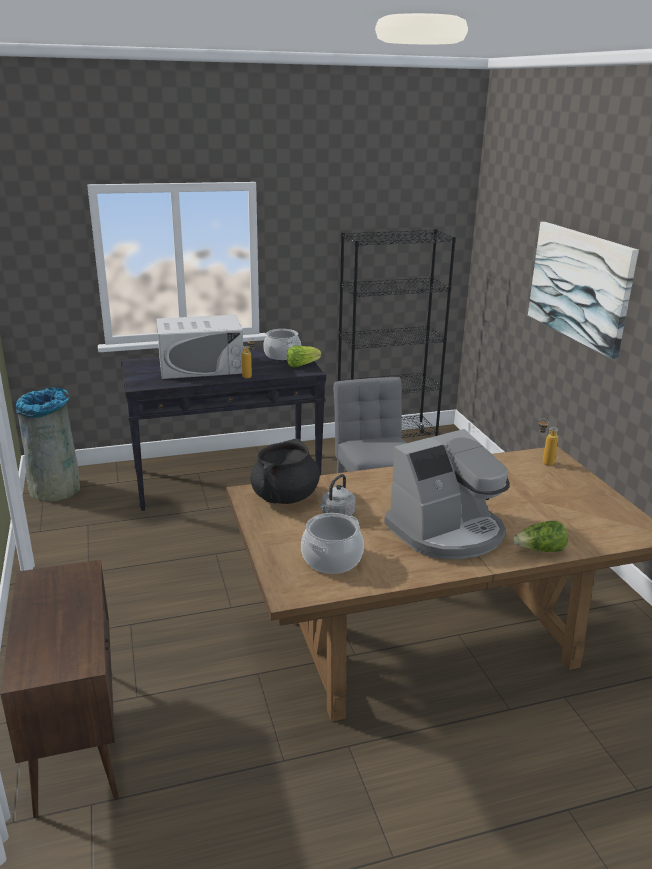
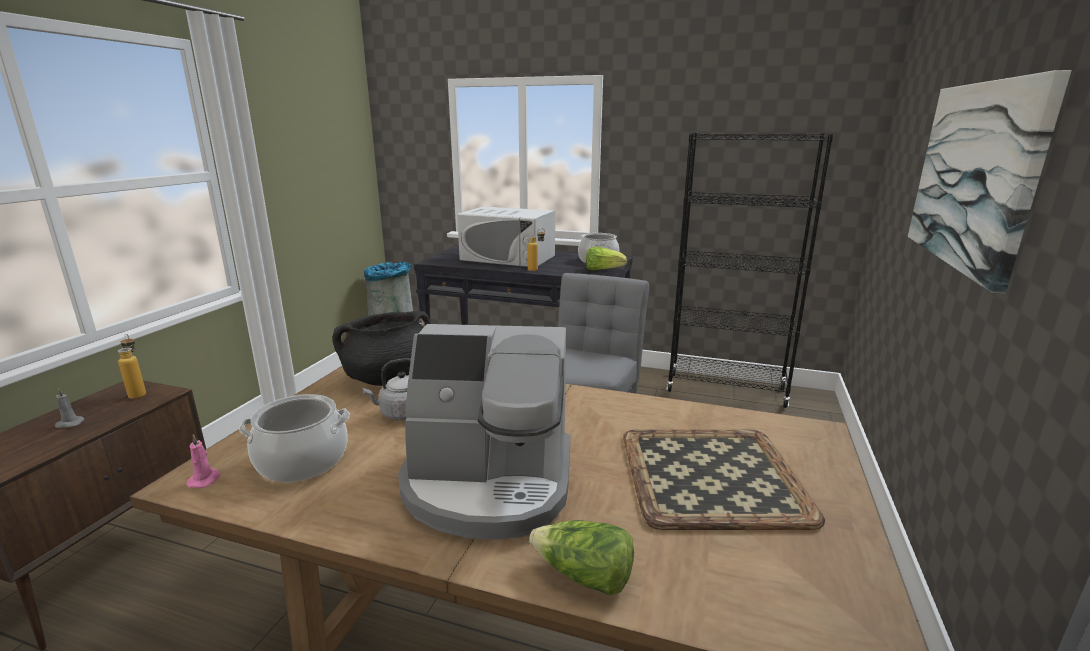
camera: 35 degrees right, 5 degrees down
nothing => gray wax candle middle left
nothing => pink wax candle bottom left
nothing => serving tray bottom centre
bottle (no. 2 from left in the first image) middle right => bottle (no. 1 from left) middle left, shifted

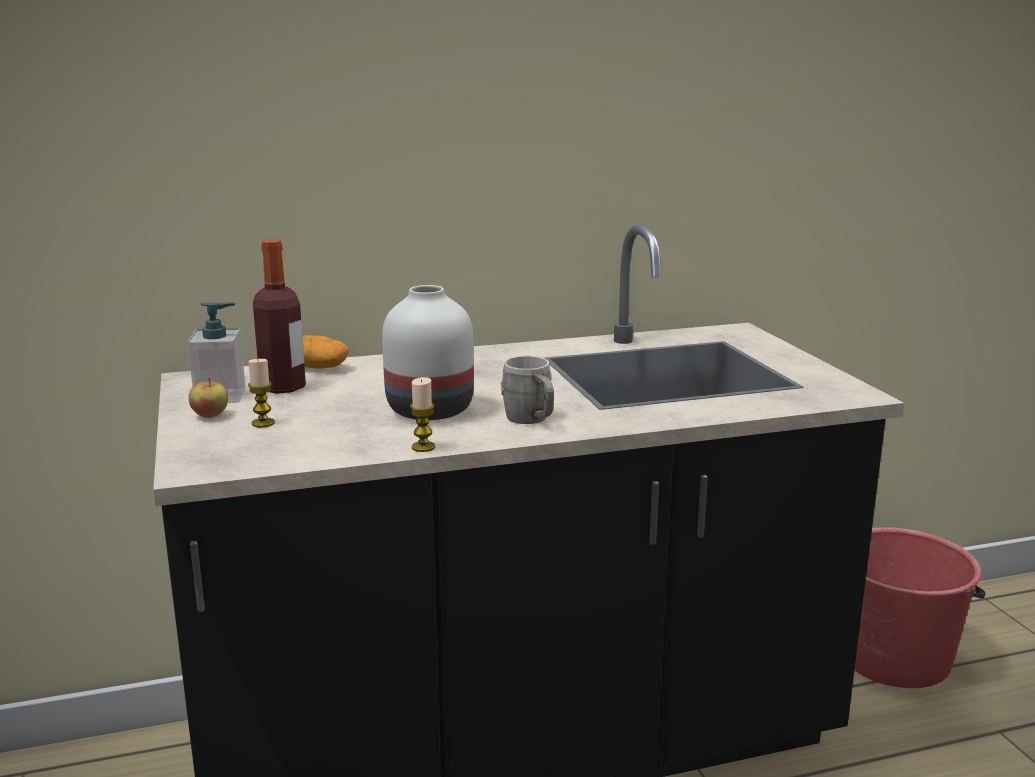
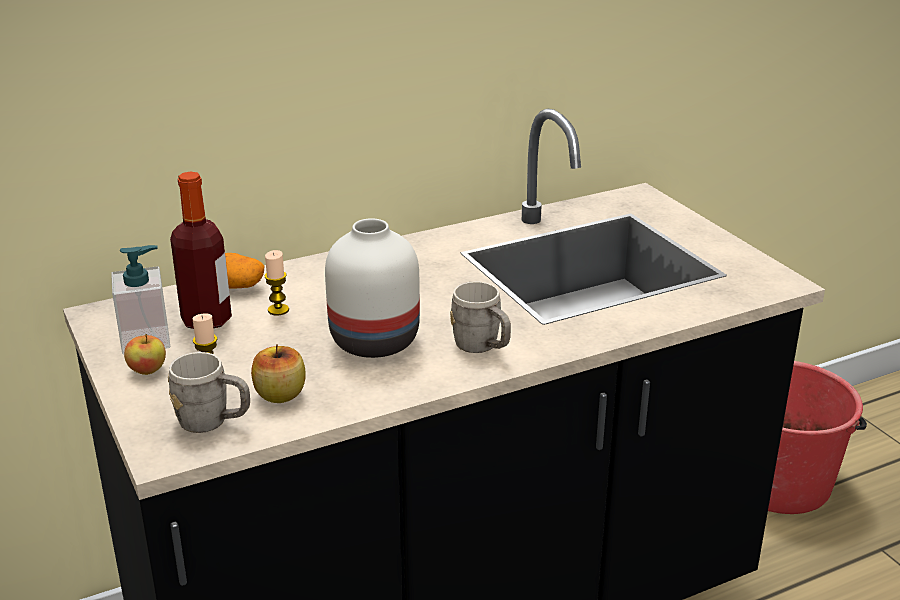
camera: 10 degrees left, 10 degrees up
nothing => gray mug (no. 1 from left) middle left
nothing => apple (no. 2 from left) middle left
wax candle (no. 2 from left) centre => wax candle (no. 2 from left) middle left, shifted

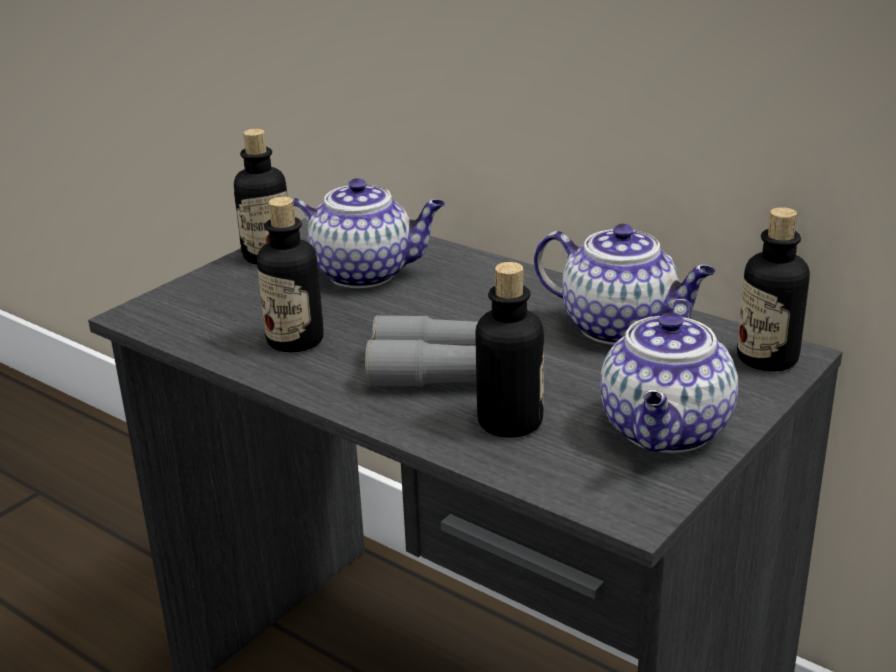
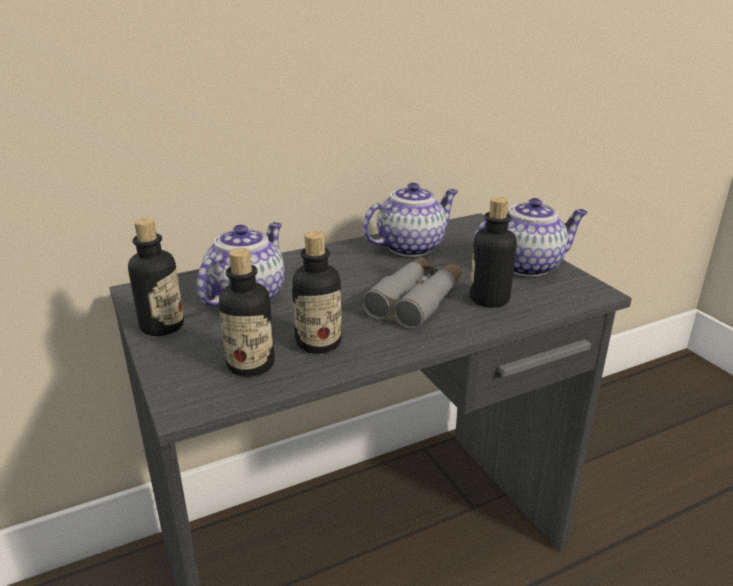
camera: 65 degrees left, 0 degrees up
bottle (no. 4 from left in the first image) middle right => bottle (no. 2 from left) centre, shifted
tea pot (no. 3 from left) middle right, 60 degrees counterclockwise

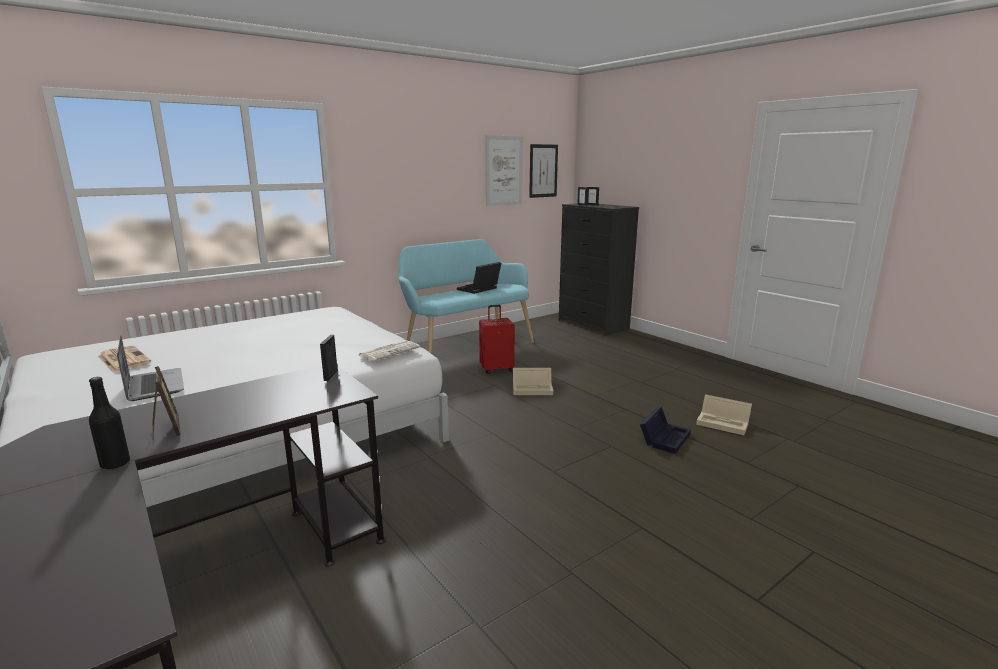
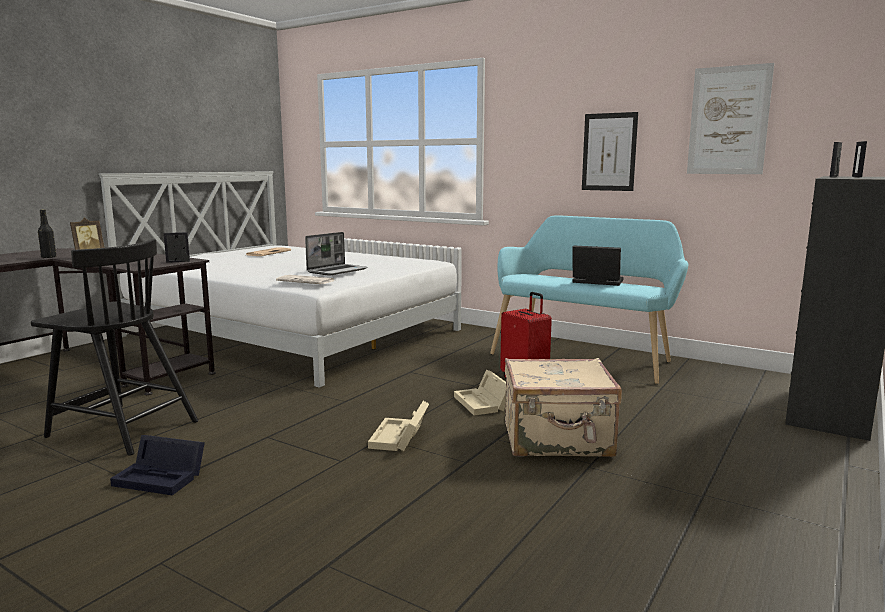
camera: 70 degrees right, 5 degrees down
nothing => black chair middle left
nothing => beige-coloured travel case centre
laptop (no. 1 from left) middle left => laptop (no. 1 from left) centre, shifted
picture (no. 2 from left in the first image) top centre => picture (no. 1 from left) top right, shifted
black storage bin centre => black storage bin bottom left, shifted
beige-coloured storage bin (no. 2 from left in the first image) middle right => beige-coloured storage bin (no. 1 from left) bottom centre, shifted

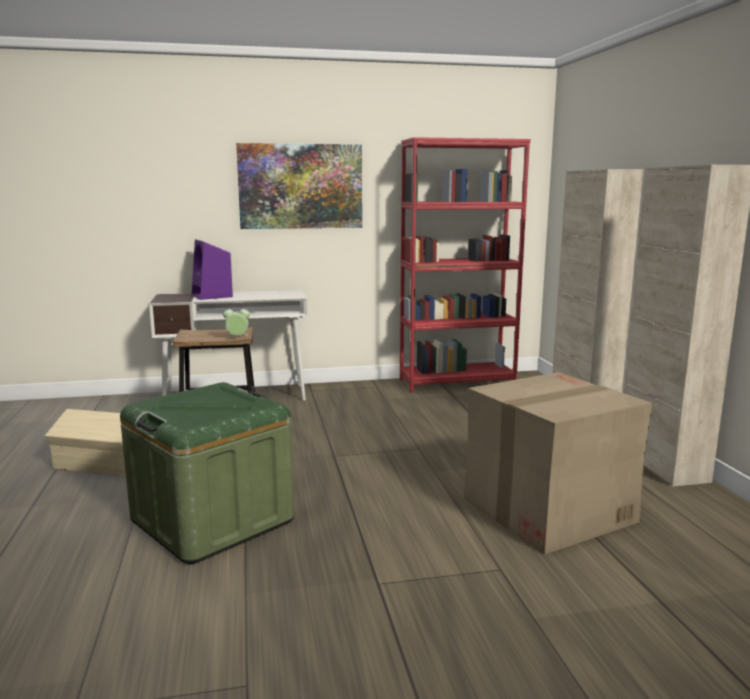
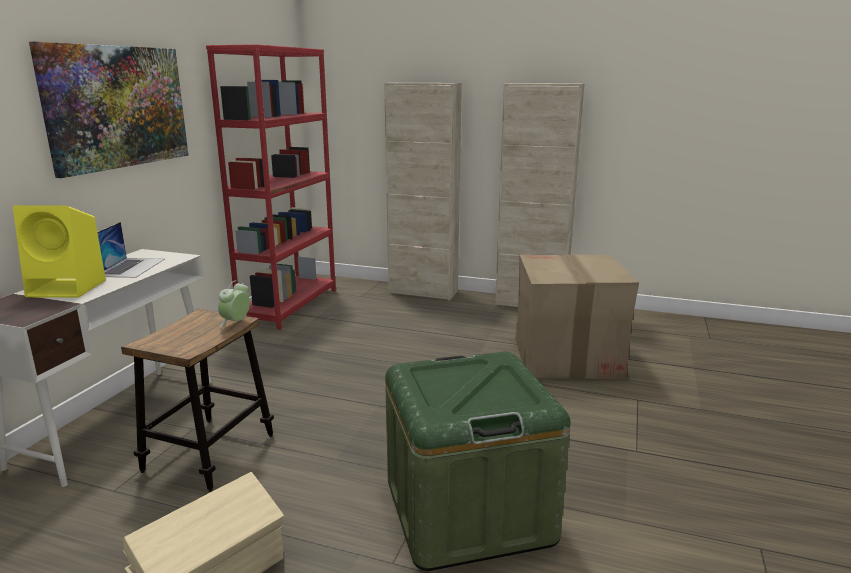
camera: 60 degrees left, 5 degrees up
nothing => laptop middle left
purplish speaker middle left => yellow-coloured speaker middle left

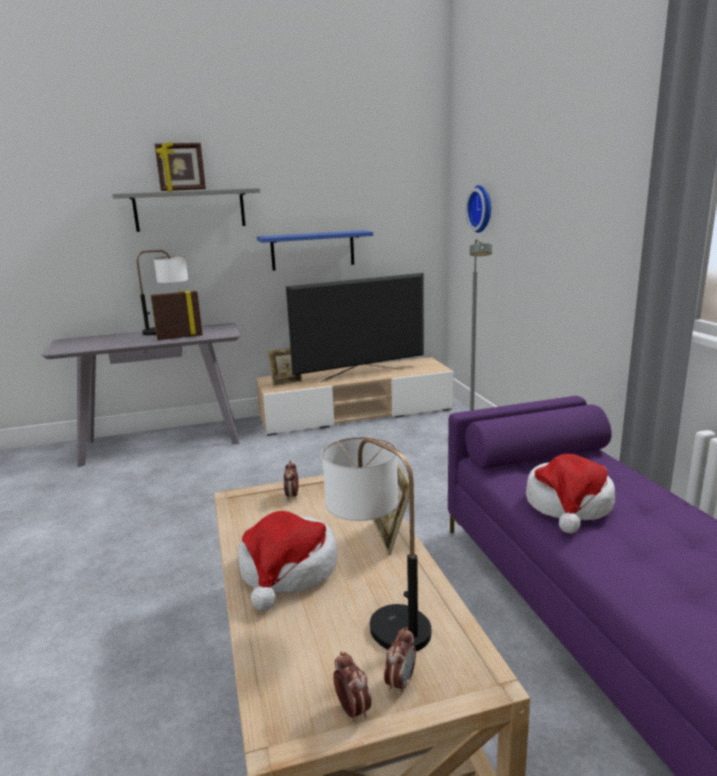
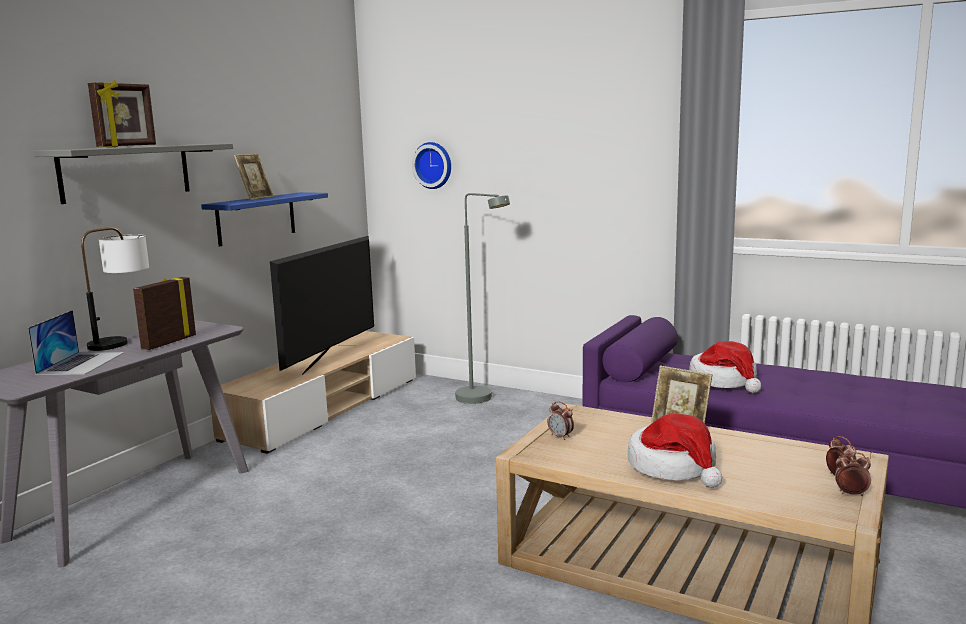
camera: 45 degrees left, 5 degrees down
table lamp (no. 2 from left) bottom centre => nothing
nothing => laptop middle left
photo frame (no. 3 from left) centre => photo frame (no. 3 from left) top left, shifted

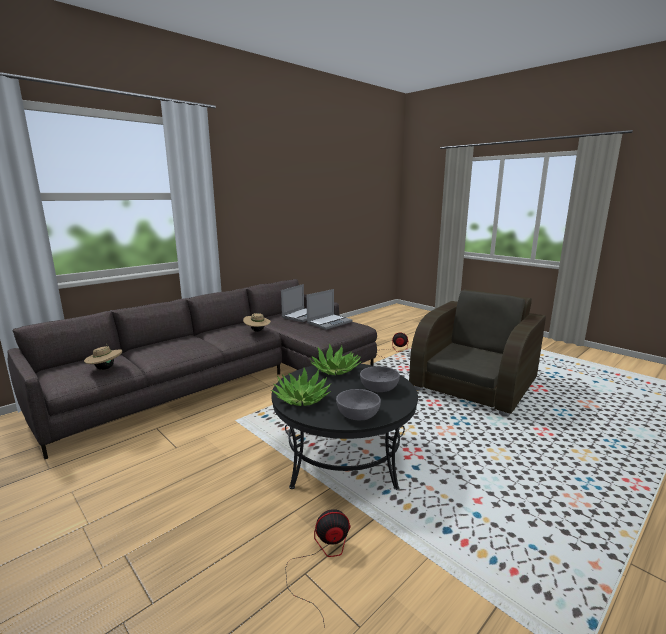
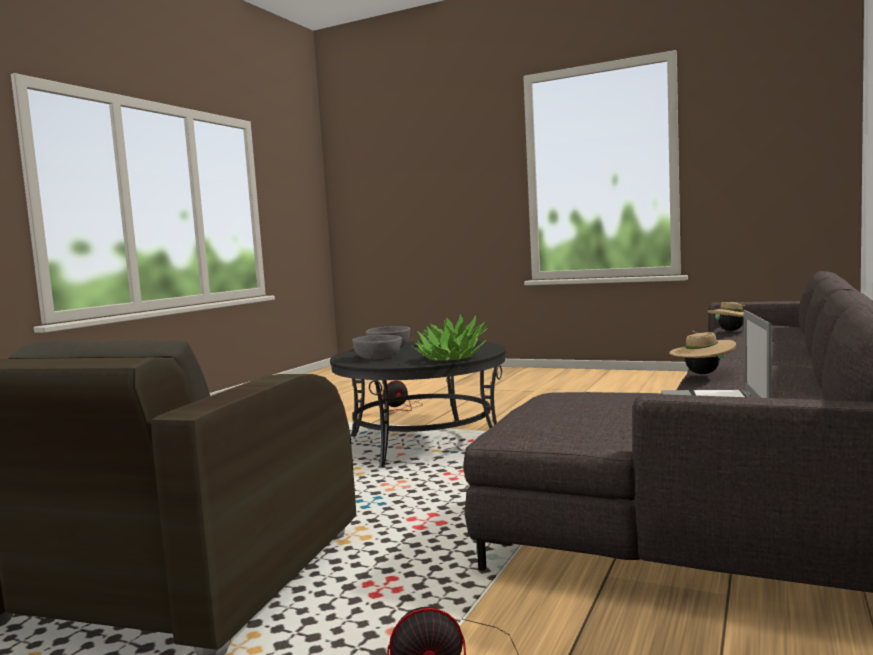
camera: 160 degrees right, 10 degrees down
laptop (no. 2 from left) centre => nothing

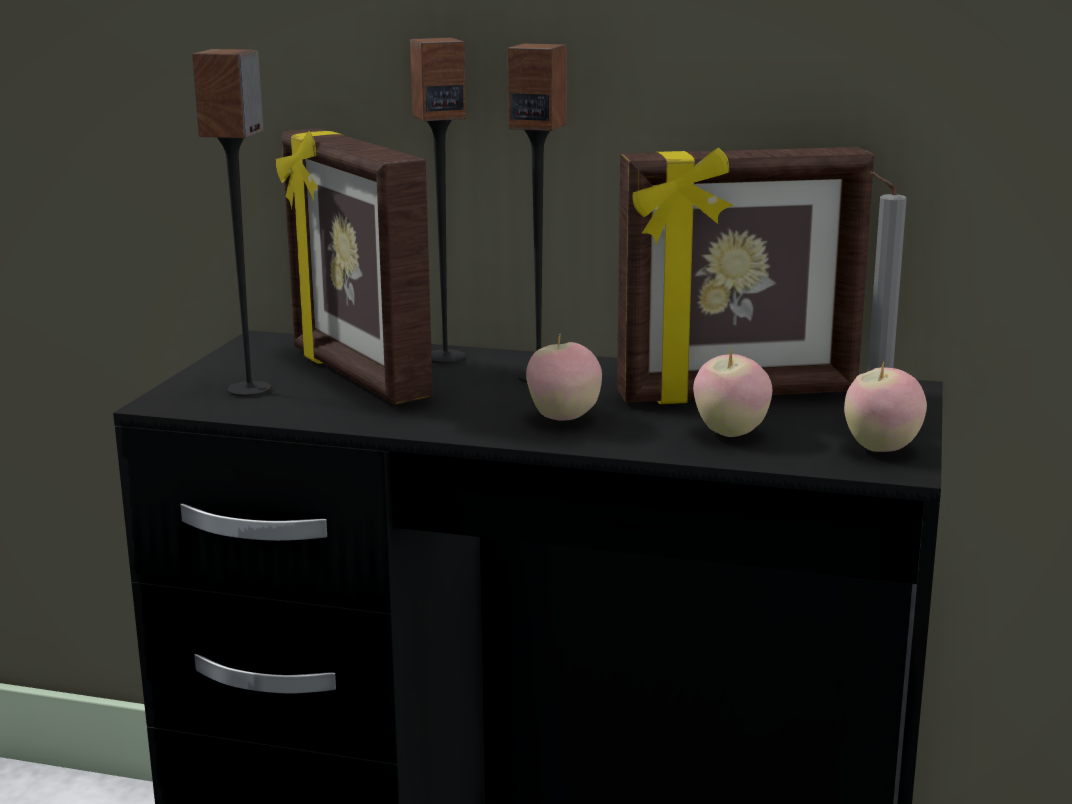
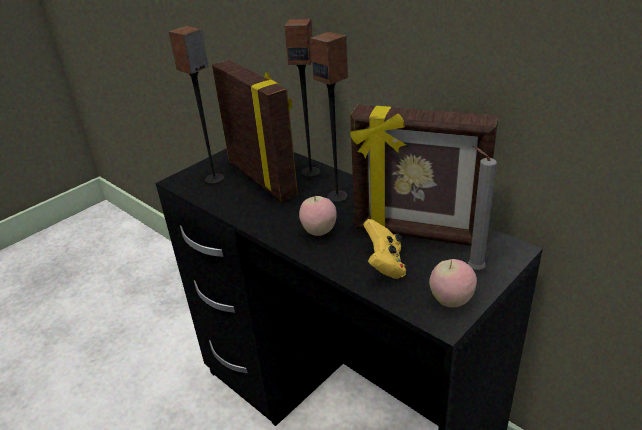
camera: 30 degrees right, 15 degrees up
apple (no. 2 from left) middle right => yellow-coloured gamepad centre
photo frame (no. 1 from left) top left => photo frame (no. 1 from left) top centre, 150 degrees clockwise

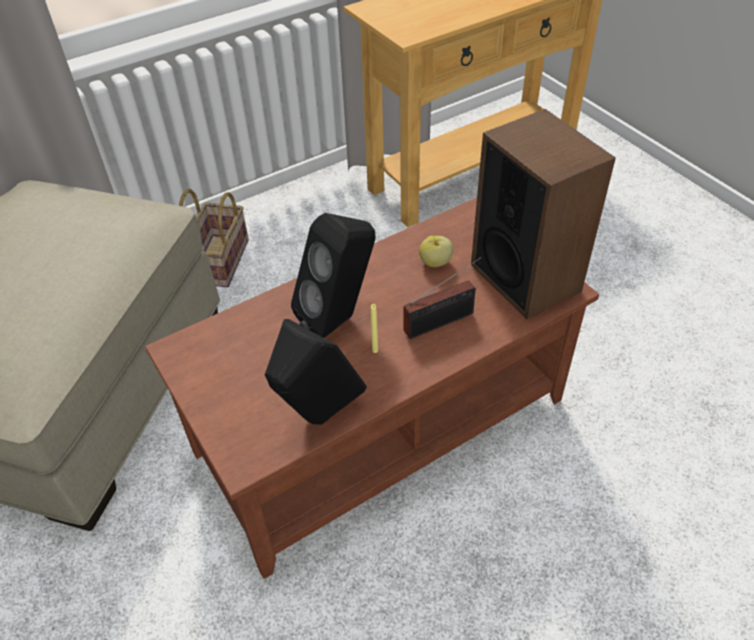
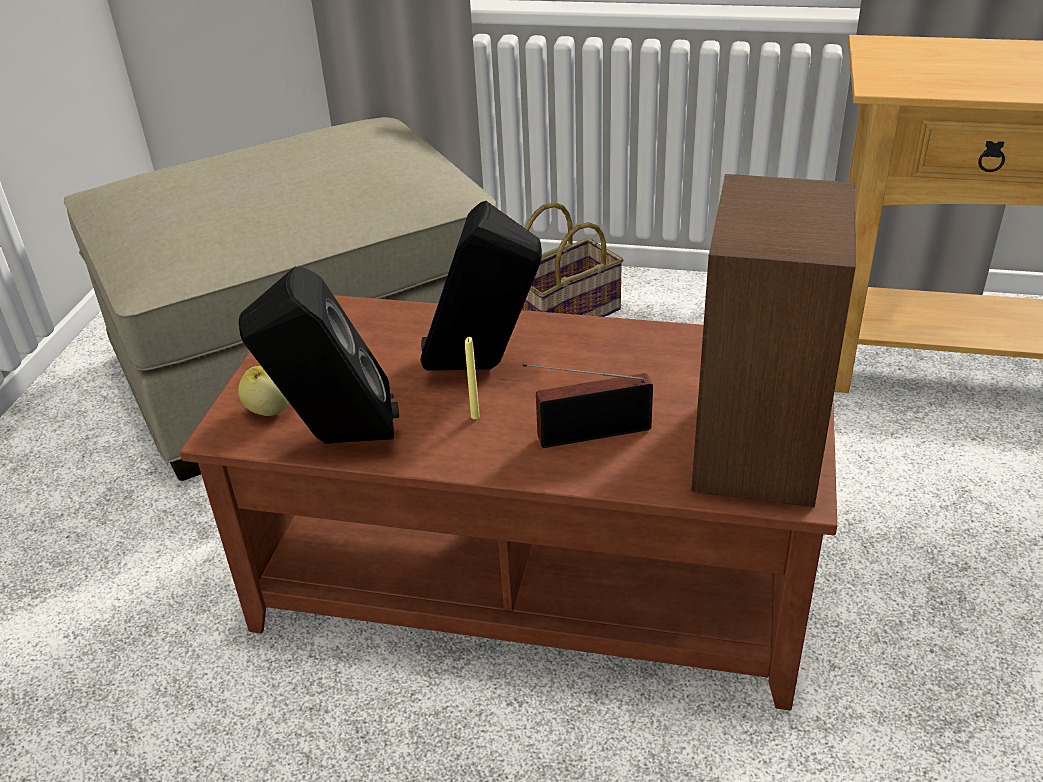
camera: 45 degrees right, 10 degrees down
apple centre => apple middle left, shifted
radio receiver centre, 150 degrees clockwise

